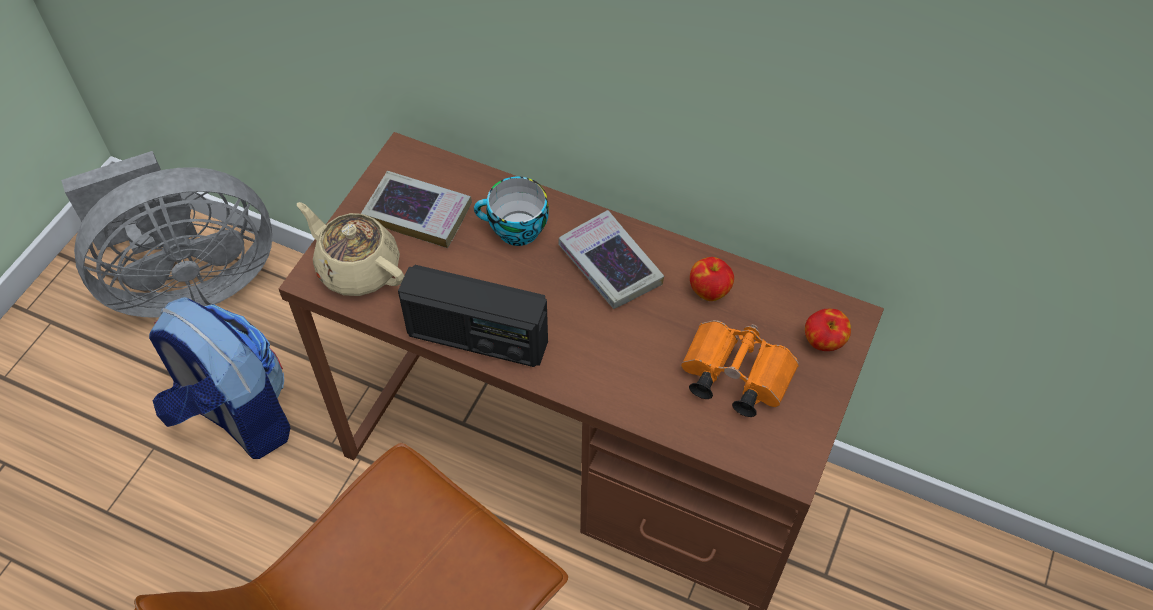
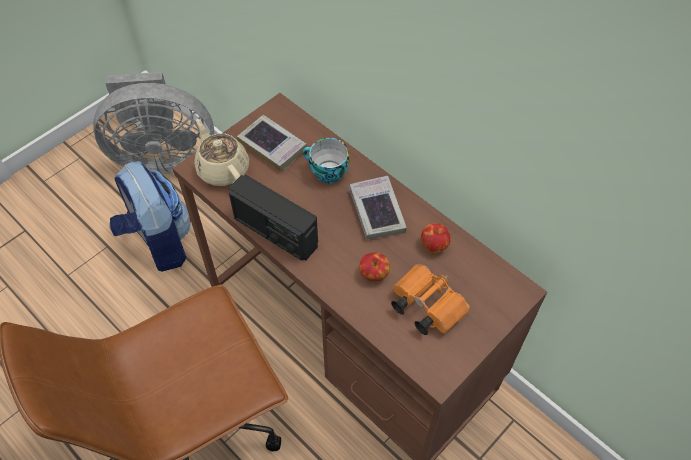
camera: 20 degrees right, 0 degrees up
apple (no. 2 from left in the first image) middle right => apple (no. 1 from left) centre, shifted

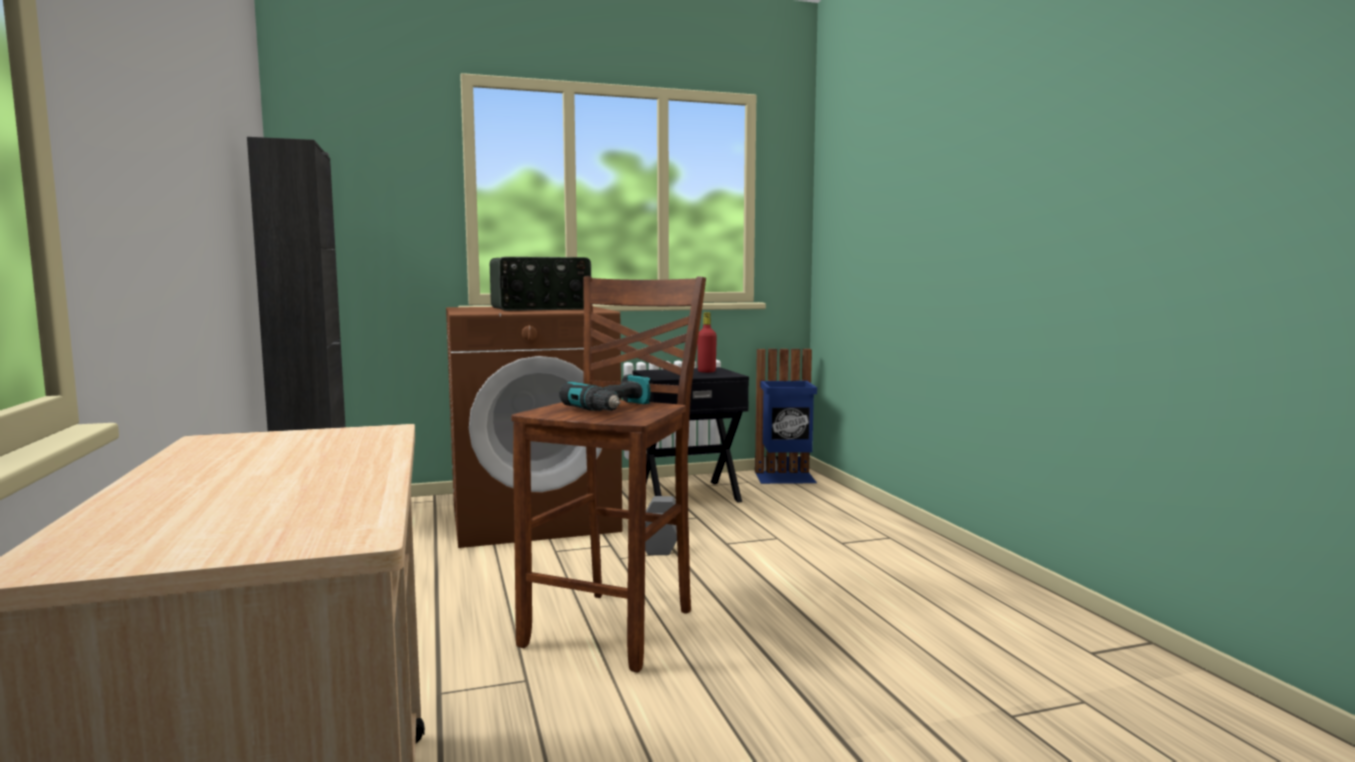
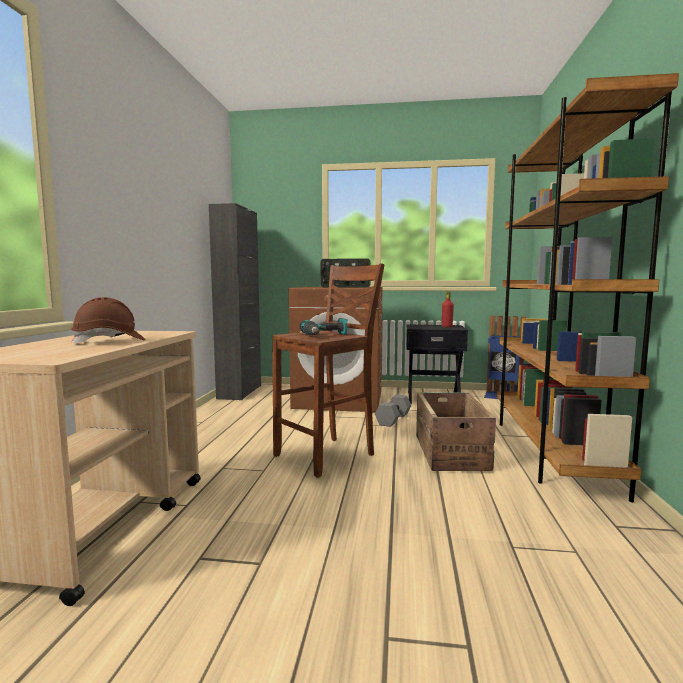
camera: 25 degrees right, 0 degrees up
nothing => brown hard hat middle left
nothing => packing crate middle right
nothing => brown bookcase middle right

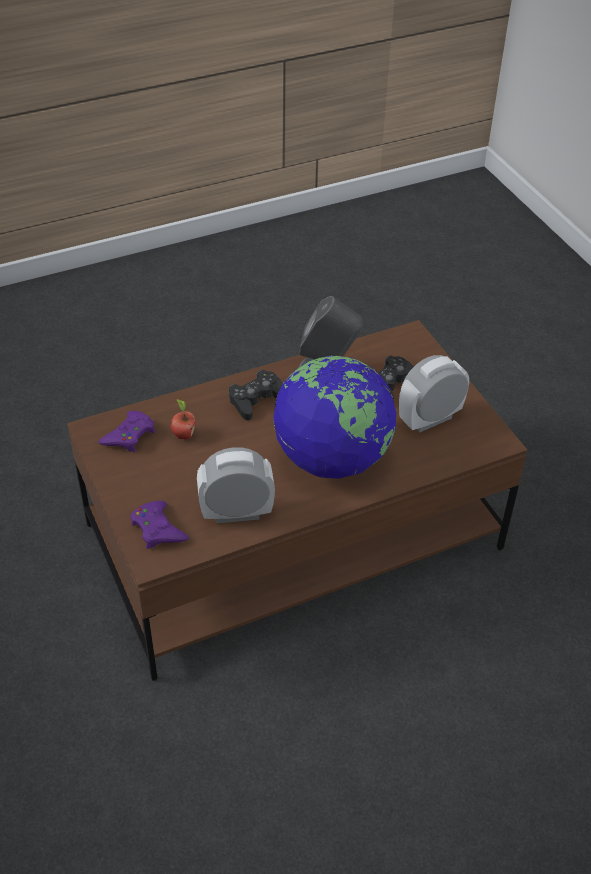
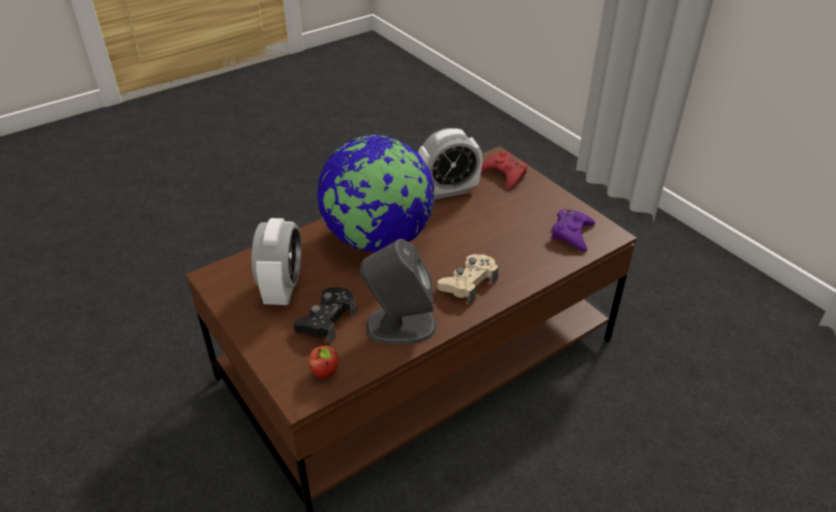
camera: 170 degrees right, 5 degrees down
apple middle left => apple bottom centre, shifted
purplish gamepad (no. 2 from left) middle left => reddish gamepad top centre
black gamepad (no. 1 from left) centre => beige-coloured gamepad centre
alarm clock (no. 2 from left in the first image) middle right => alarm clock (no. 1 from left) middle left, 45 degrees counterclockwise

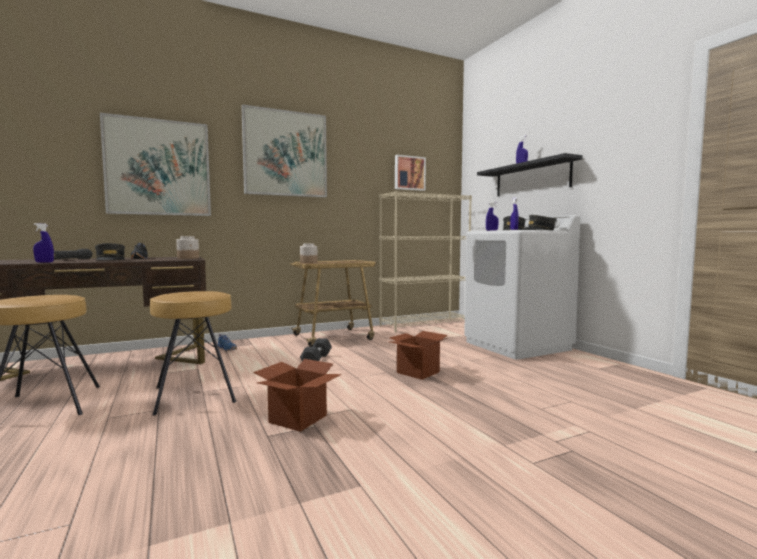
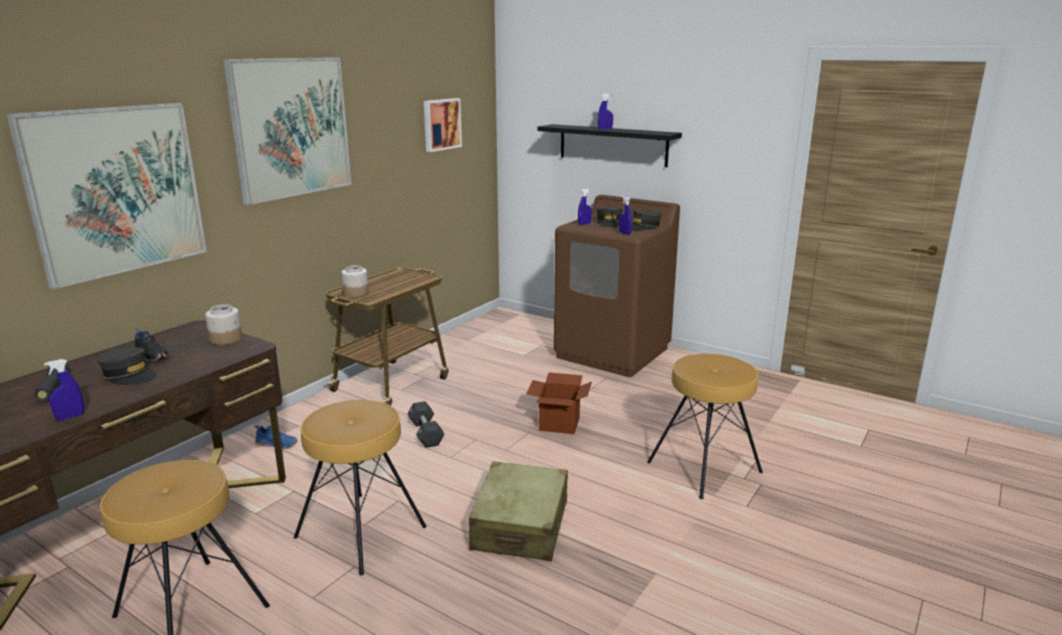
camera: 30 degrees left, 15 degrees up
beige-coloured bookcase centre => nothing
nothing => brown sitting stool (no. 3 from left) bottom centre
cardboard box (no. 1 from left) bottom centre => beige-coloured travel case bottom centre
white-coloured laundry machine middle right => brown laundry machine centre

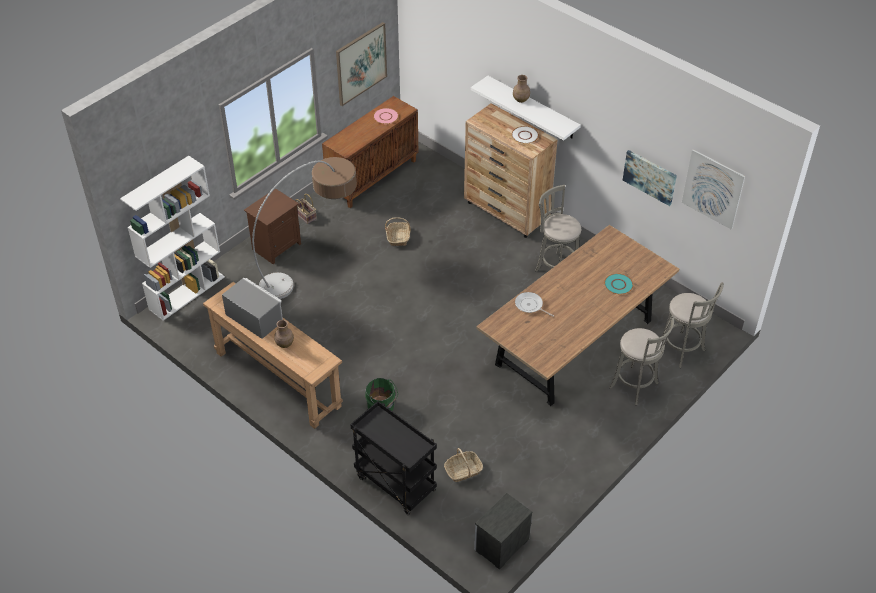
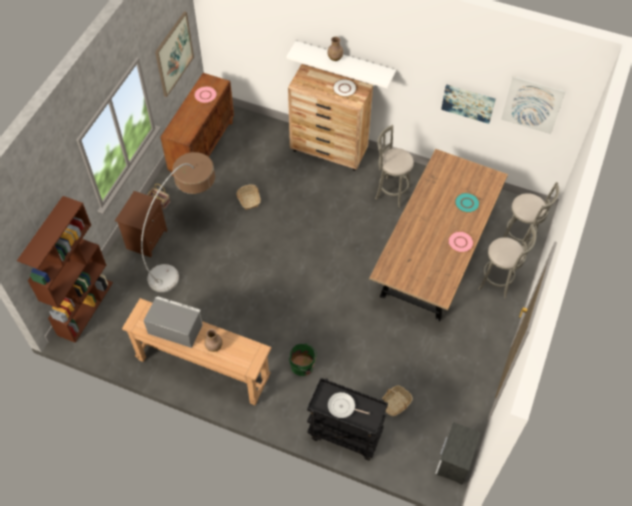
camera: 20 degrees left, 10 degrees up
nothing => pink dinner plate (no. 2 from left) middle right
skillet centre => skillet bottom centre, shifted
white-coloured bookcase middle left => brown bookcase middle left

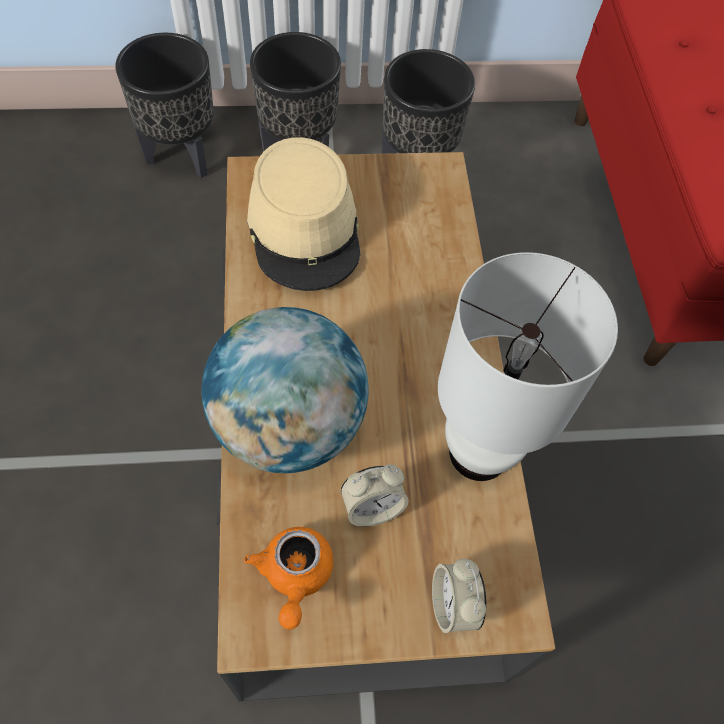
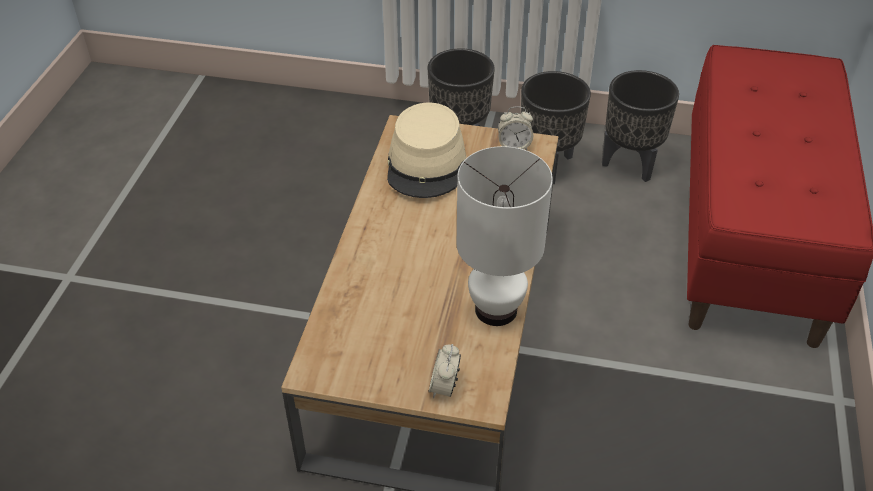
camera: 20 degrees right, 15 degrees down
world globe centre => nothing
orangey tea pot bottom centre => nothing
black planter (no. 1 from left in the first image) top left => black planter (no. 3 from left) top right, shifted
alarm clock (no. 1 from left in the first image) bottom centre => alarm clock (no. 2 from left) top centre, shifted

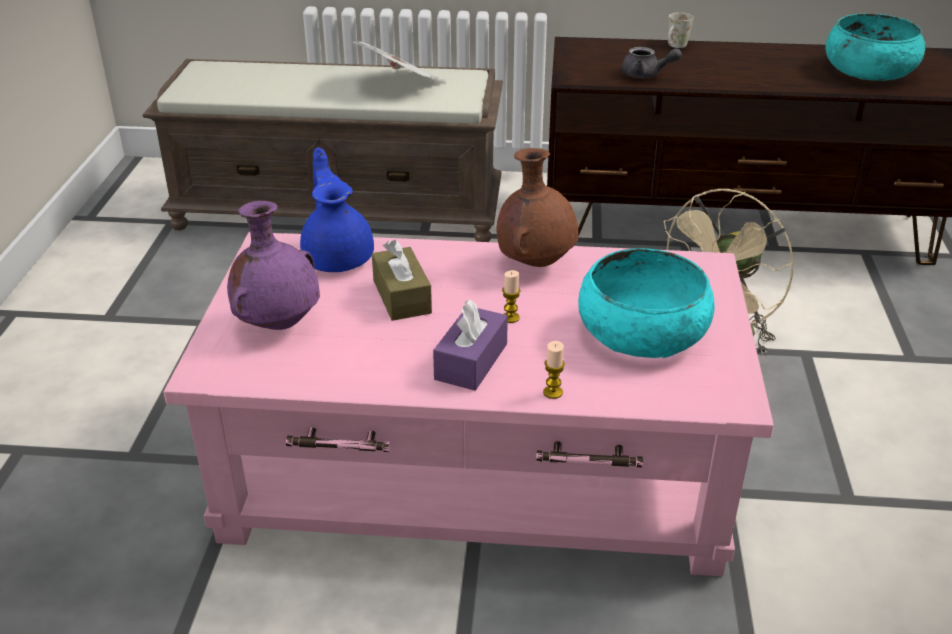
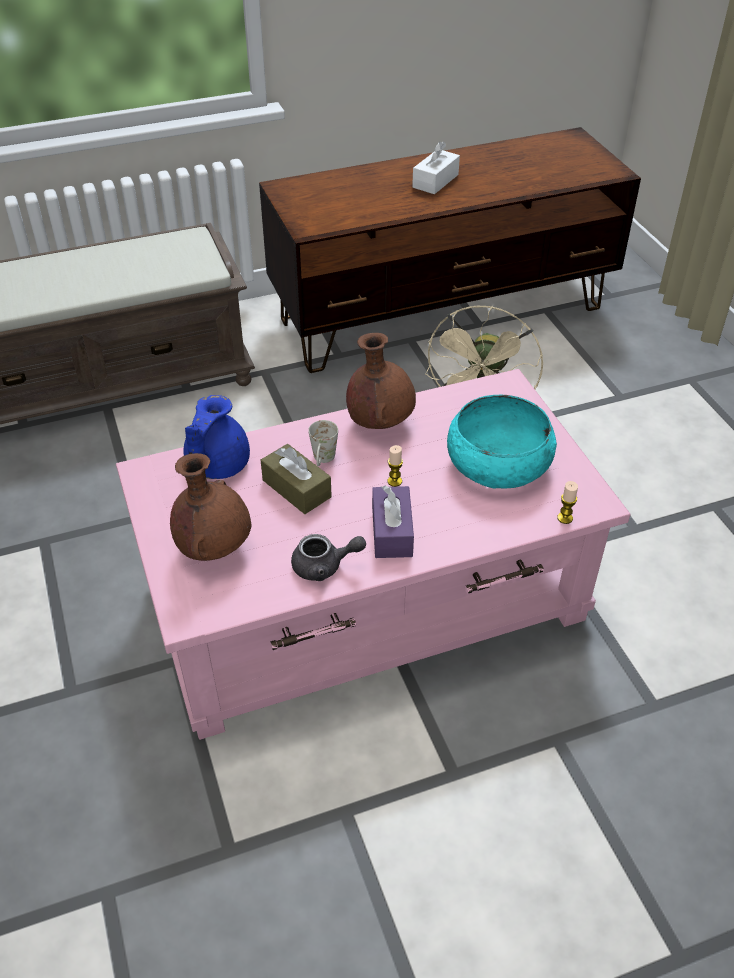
camera: 25 degrees left, 10 degrees up
newspaper top centre => nothing
blue-green deep dish (no. 2 from left) top right => nothing
nothing => white-coloured tissue holder top centre
wax candle (no. 2 from left) centre => wax candle (no. 2 from left) middle right, shifted
gray tea pot top right => gray tea pot centre, shifted
white-coloured mug top right => white-coloured mug centre, shifted
purplish vase middle left => brown vase (no. 1 from left) middle left
blue tea pot top centre => blue tea pot middle left, 120 degrees counterclockwise

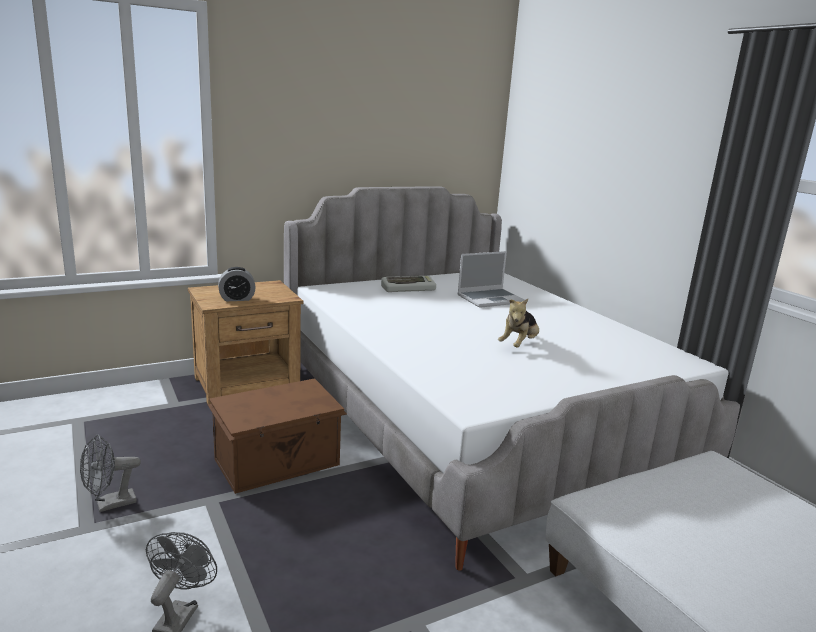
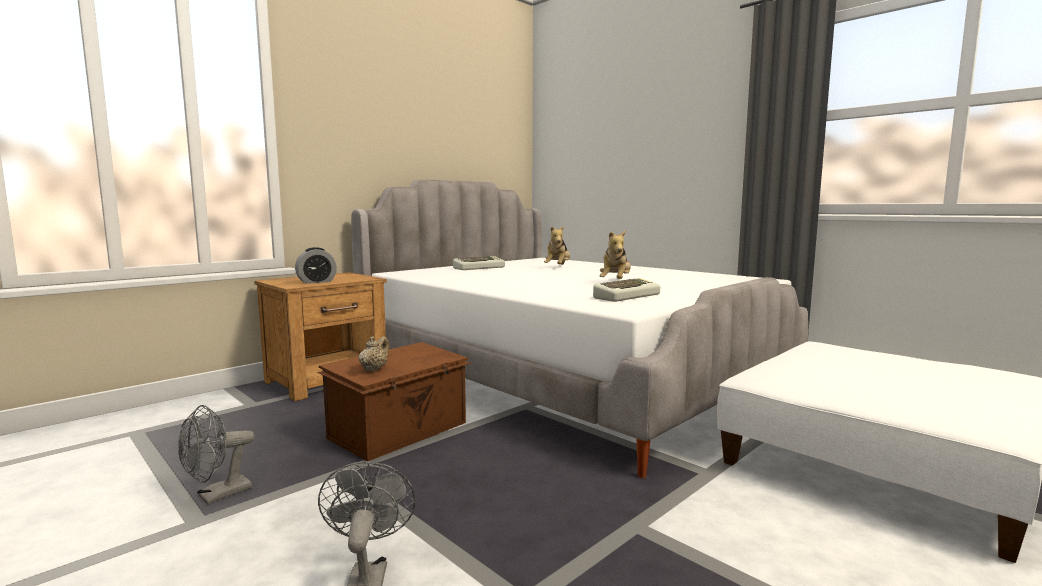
camera: 15 degrees left, 10 degrees down
nothing => beige-coloured tea pot centre
nothing => keyboard (no. 2 from left) centre
laptop centre => plush toy (no. 1 from left) centre

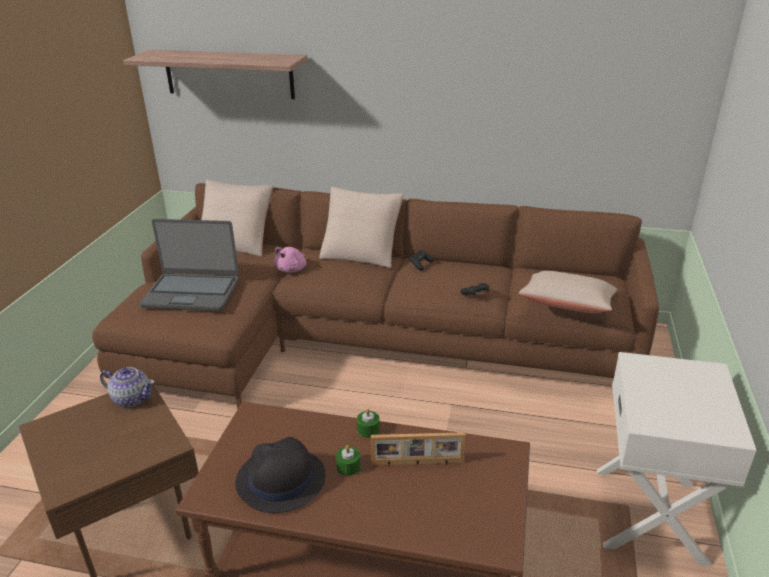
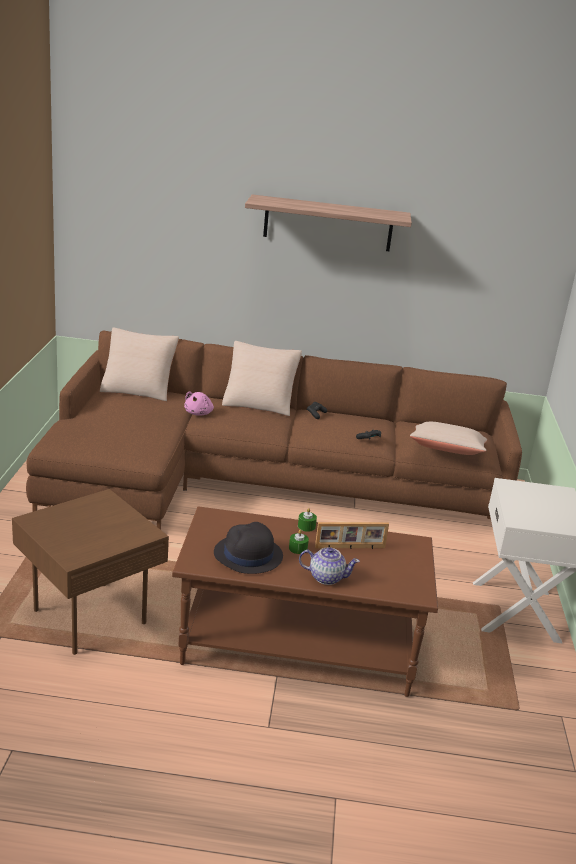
camera: 10 degrees left, 5 degrees down
laptop middle left => nothing
tea pot bottom left => tea pot centre, shifted
bracket shelf top left => bracket shelf top centre, shifted

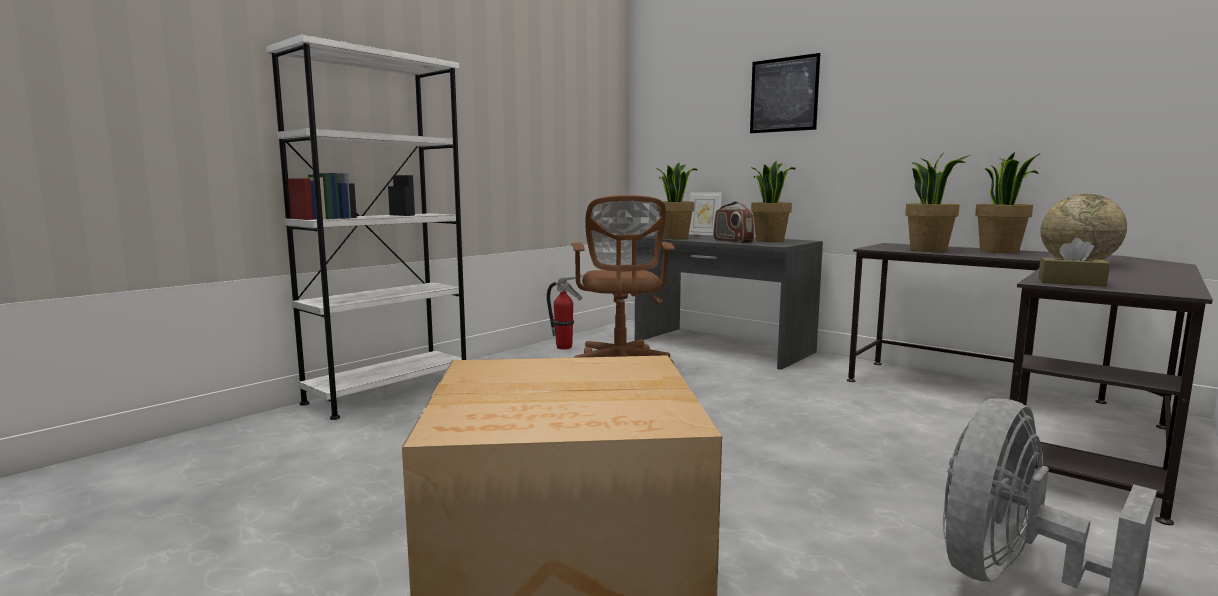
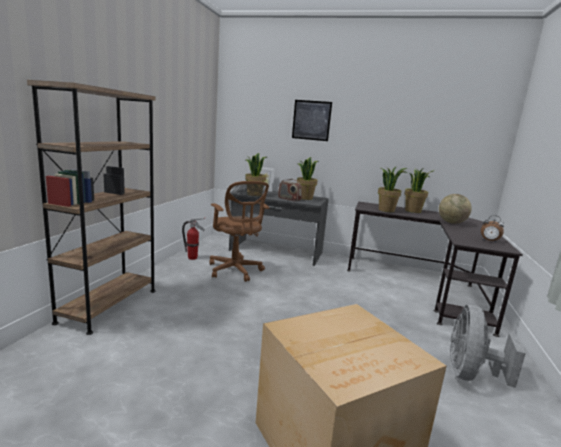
camera: 25 degrees left, 5 degrees up
brown tissue holder middle right => nothing
nothing => alarm clock middle right
white-coloured bookcase middle left => brown bookcase middle left

